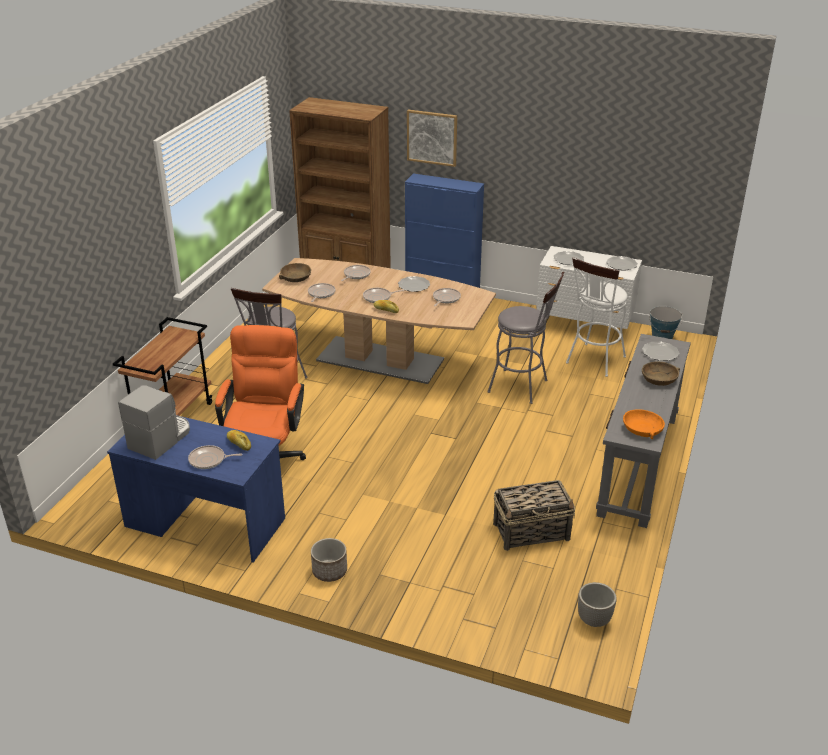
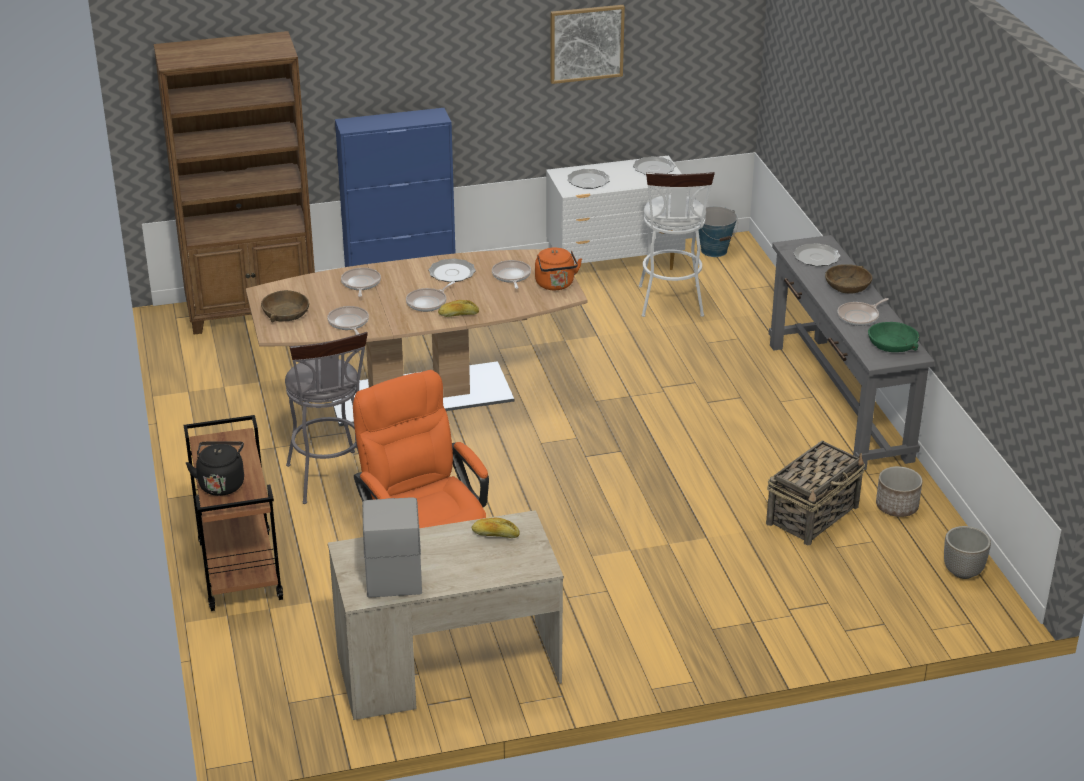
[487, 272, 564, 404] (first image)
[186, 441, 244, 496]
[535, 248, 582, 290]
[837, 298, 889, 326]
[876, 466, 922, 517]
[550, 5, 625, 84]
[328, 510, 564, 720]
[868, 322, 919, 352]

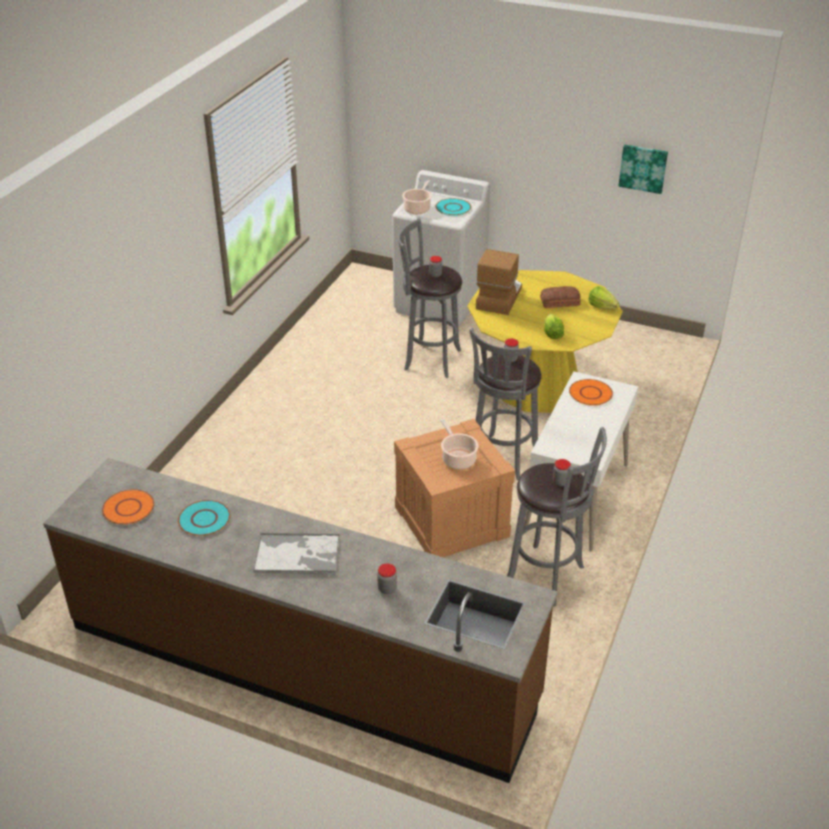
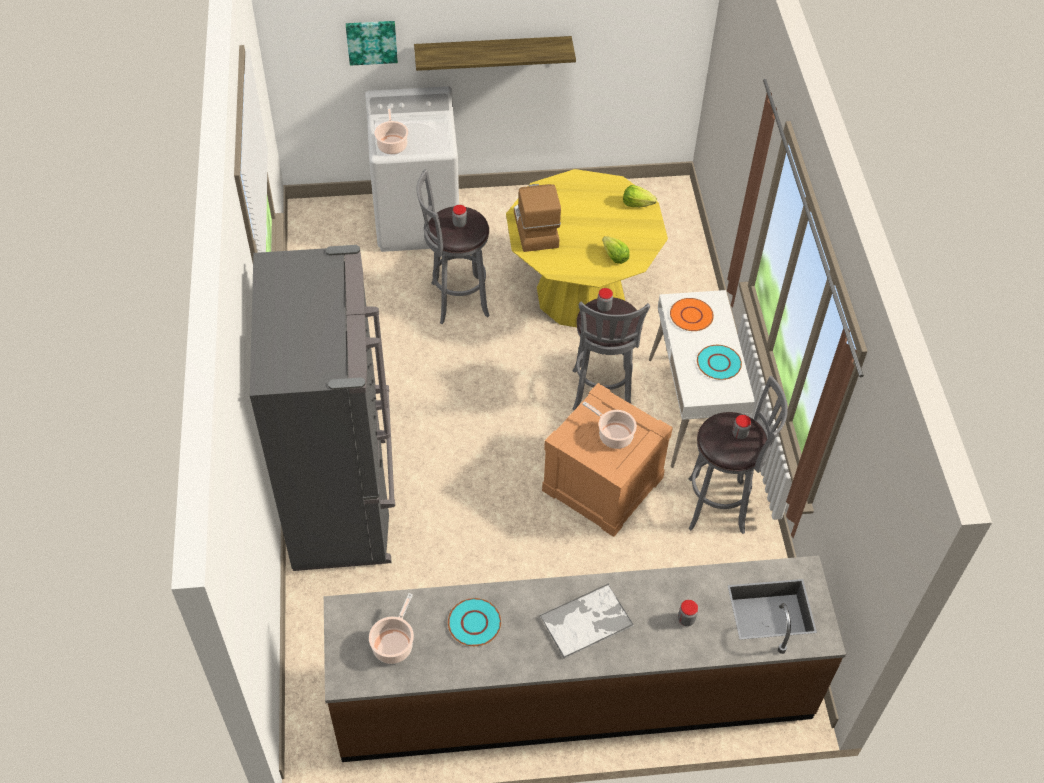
[540, 286, 581, 308] (first image)
[250, 245, 395, 571]
[414, 36, 576, 71]
[697, 345, 742, 380]
[346, 21, 398, 66]
[369, 593, 414, 664]

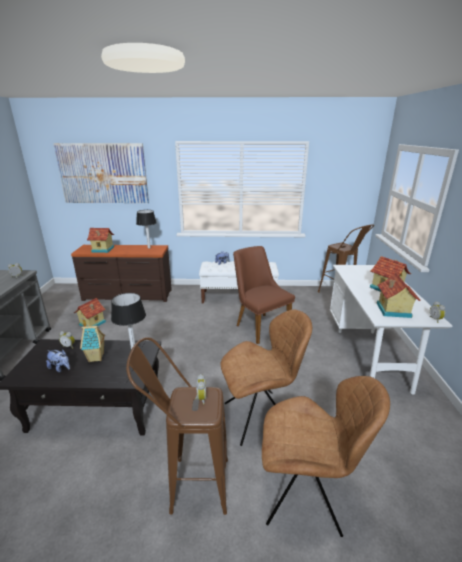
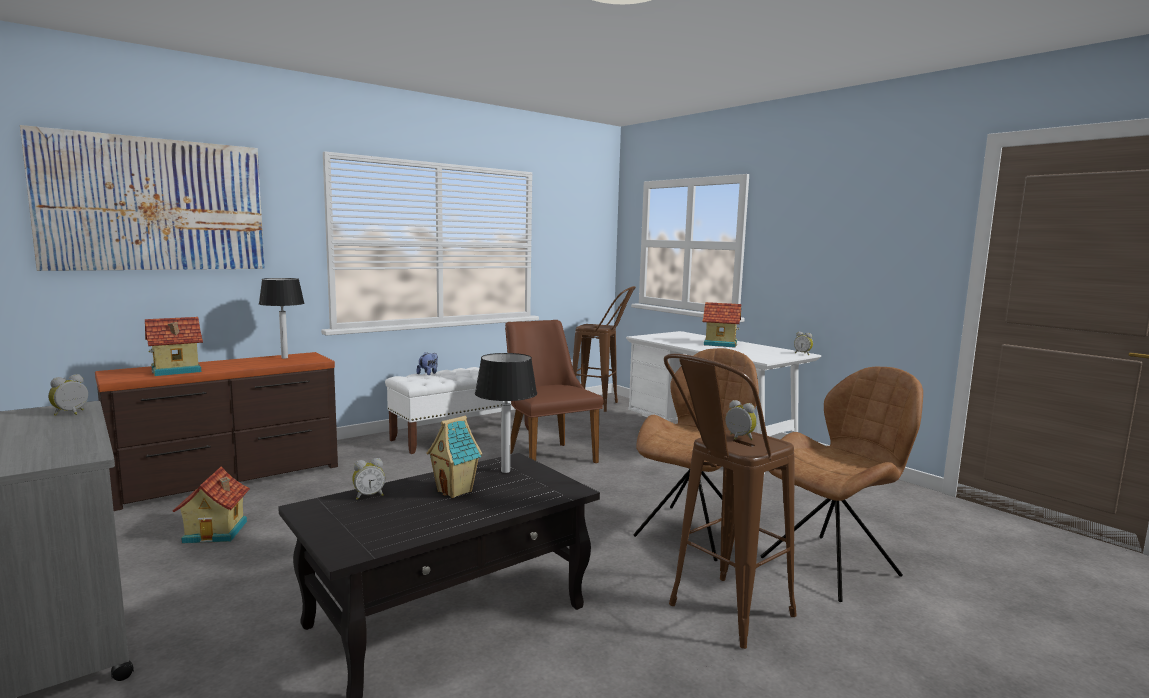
[46, 349, 70, 372] (first image)
[377, 273, 420, 318] (first image)
[505, 320, 604, 463]

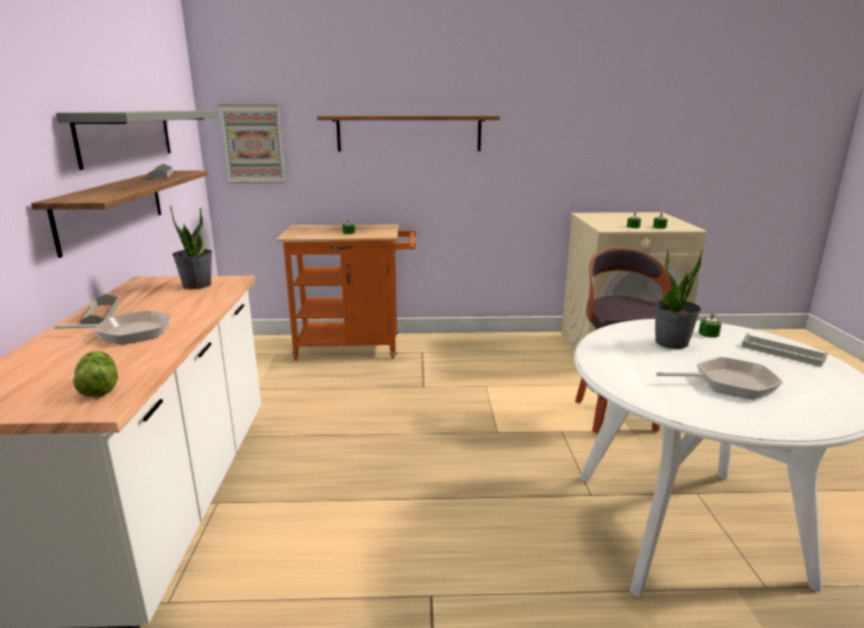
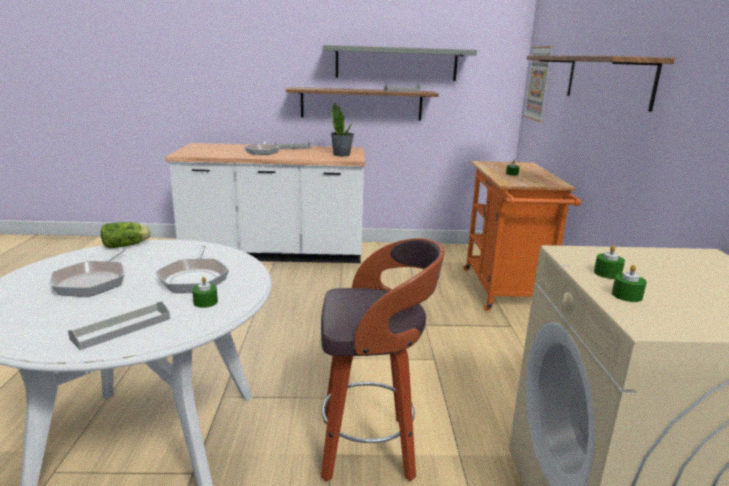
[101, 222, 151, 248]
[156, 246, 229, 293]

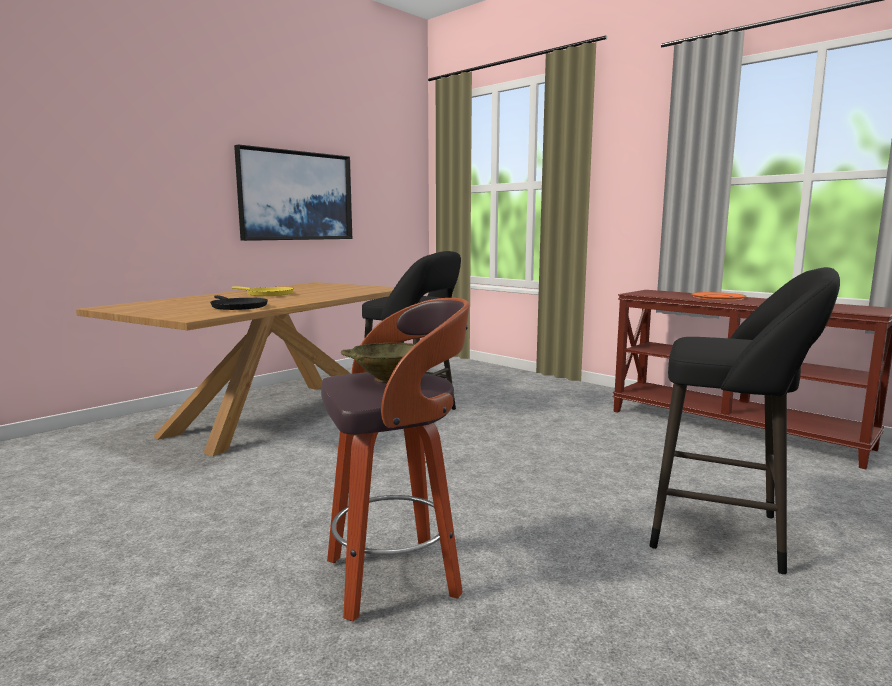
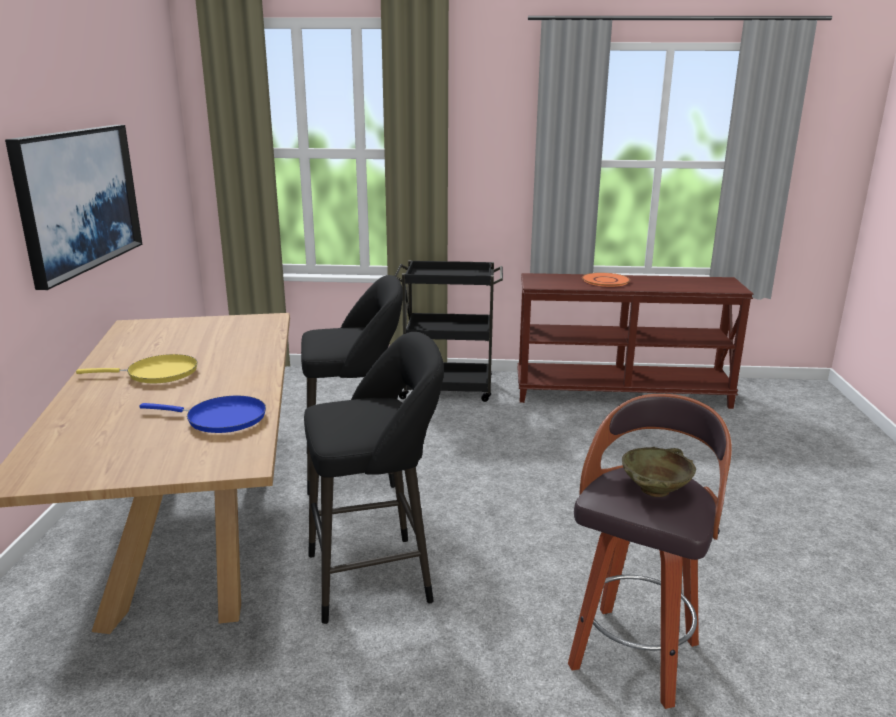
[394, 260, 503, 402]
[304, 332, 444, 624]
[139, 395, 266, 433]

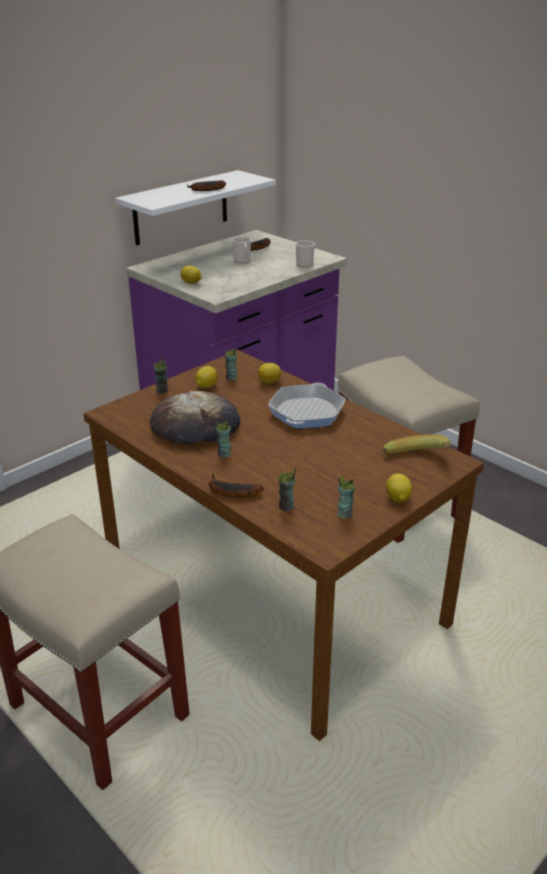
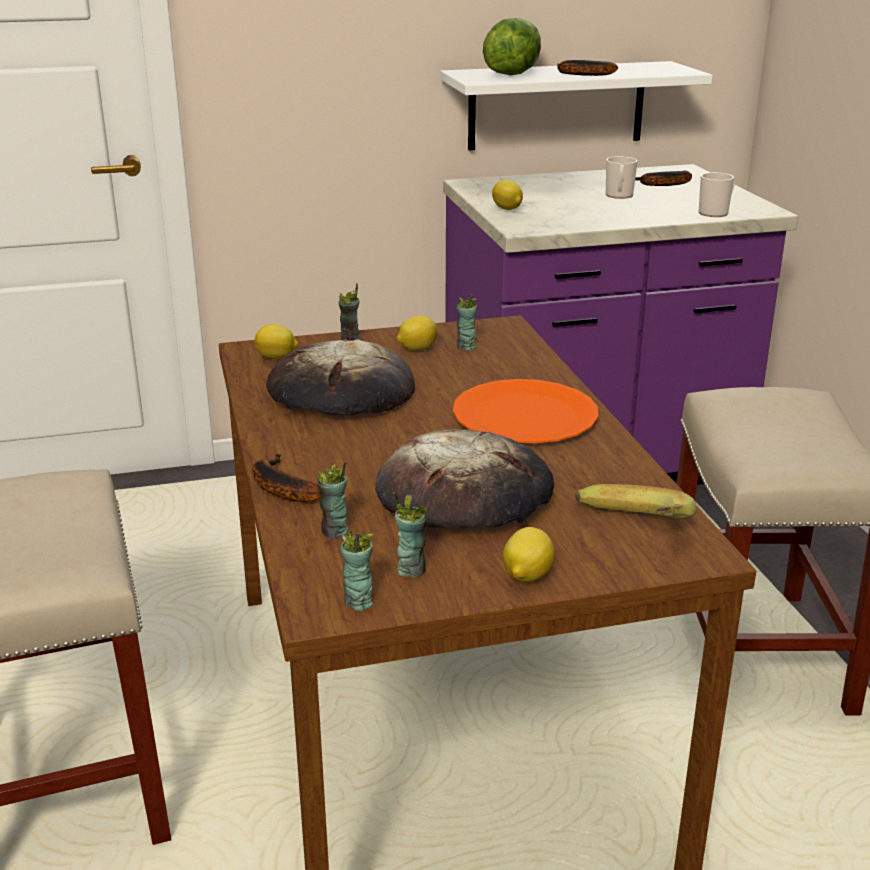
[375, 429, 554, 529]
[483, 18, 541, 75]
[340, 530, 374, 611]
[255, 324, 298, 359]
[453, 379, 598, 443]

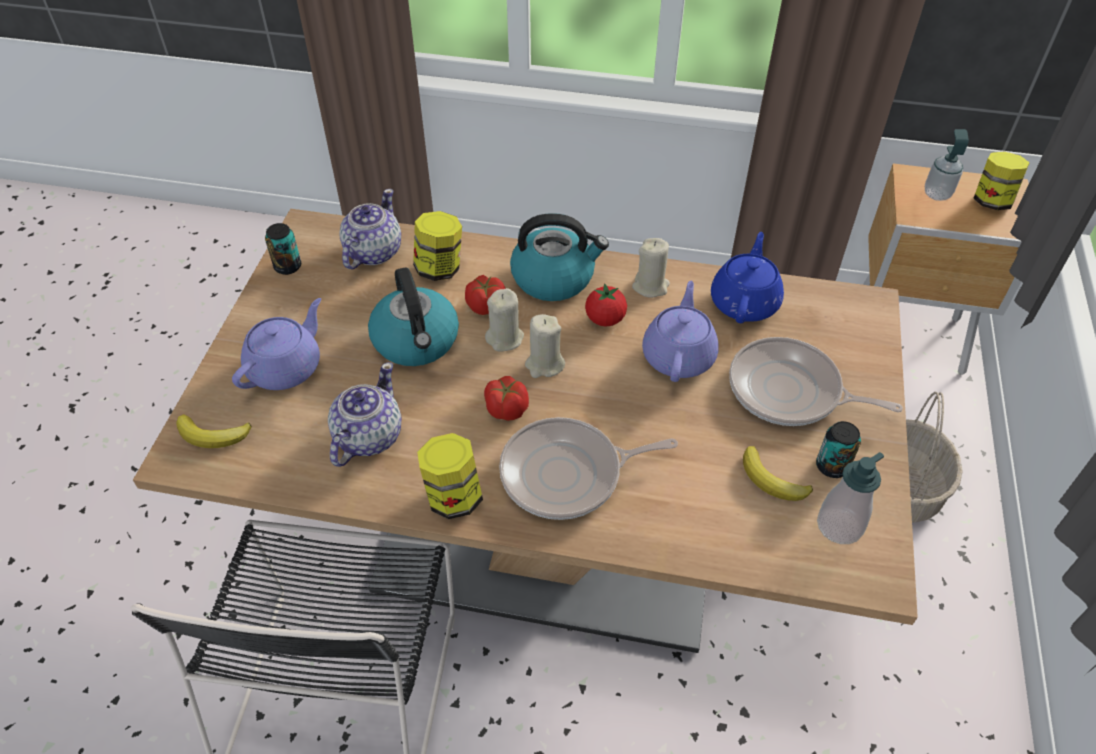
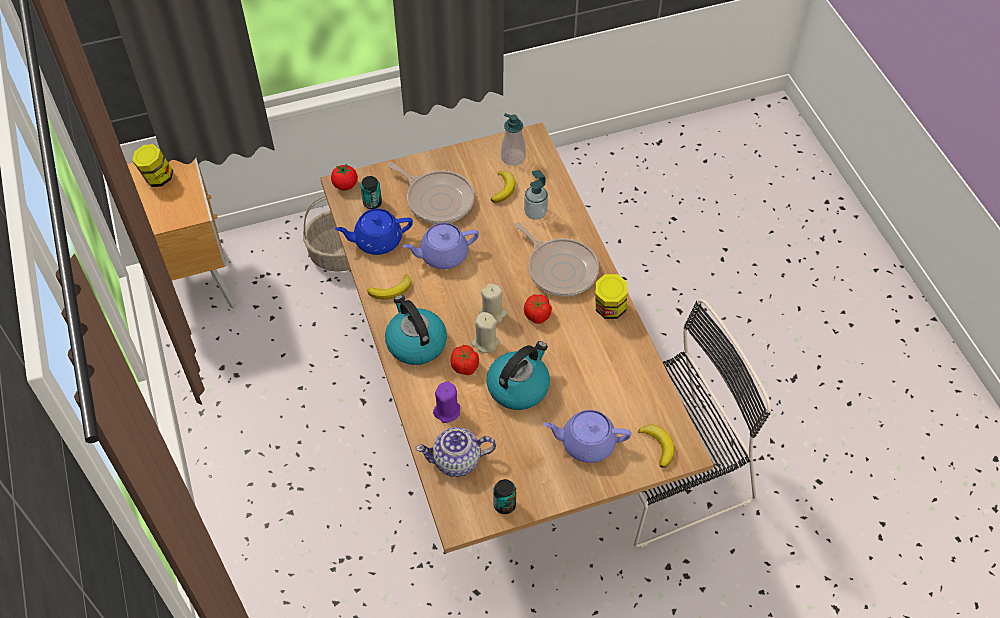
[328, 362, 402, 467] (first image)
[331, 163, 358, 190]
[361, 176, 382, 209]
[524, 170, 548, 220]
[433, 381, 460, 423]
[367, 275, 411, 300]
[387, 162, 474, 224]

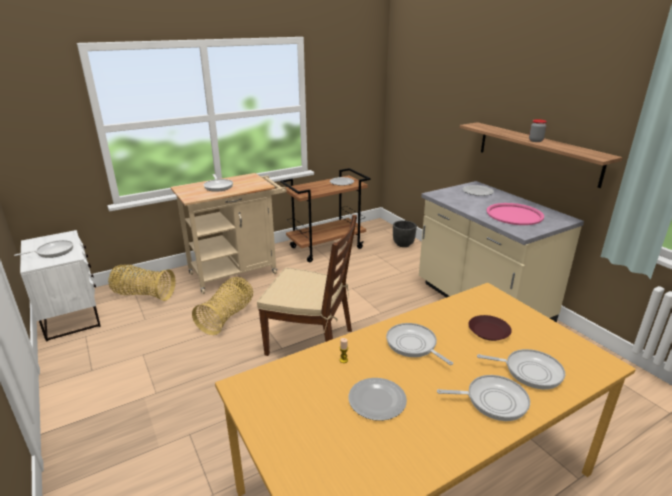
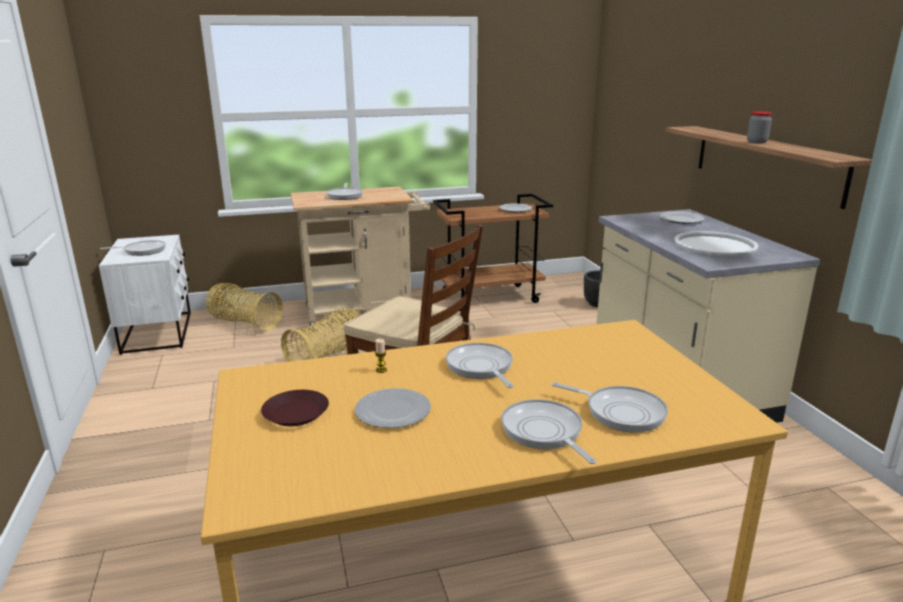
[261, 390, 329, 426]
[674, 231, 758, 256]
[501, 399, 597, 464]

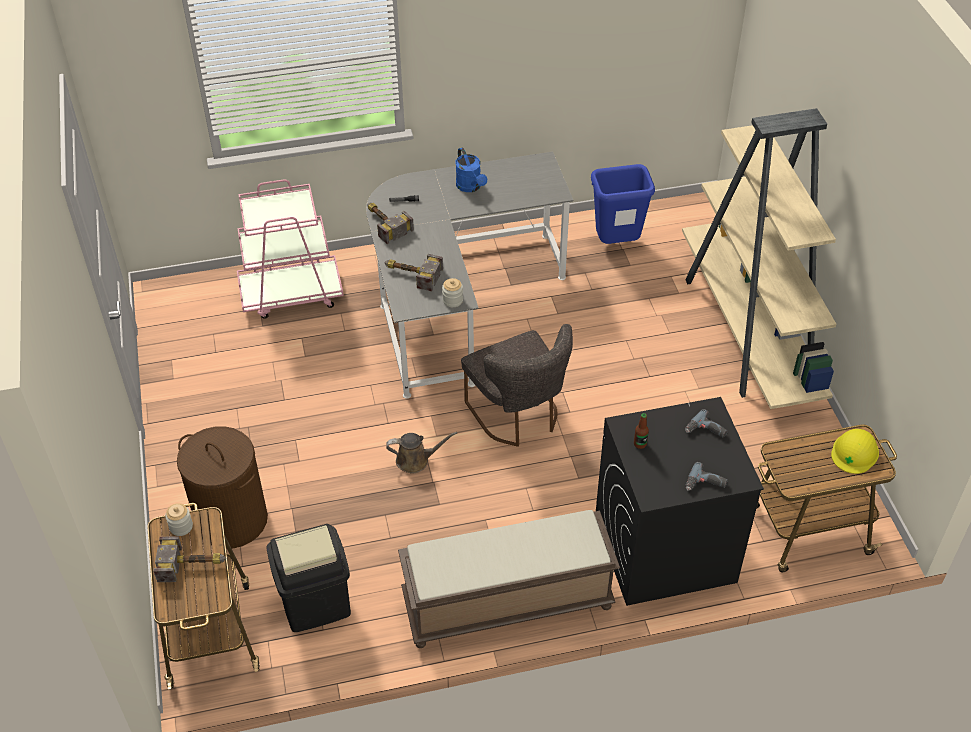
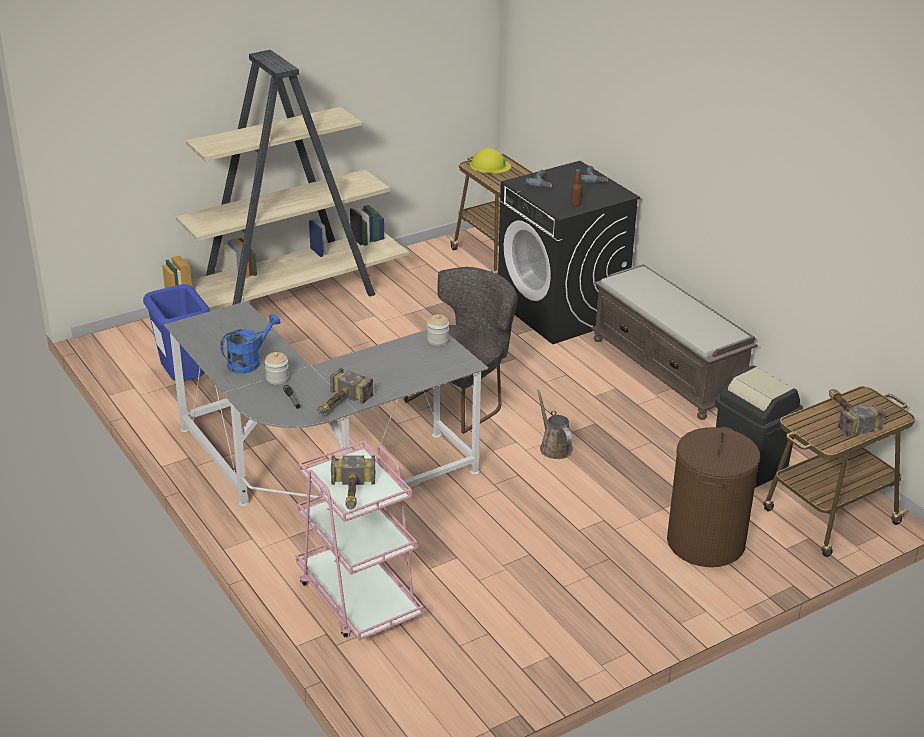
[265, 352, 289, 385]
[331, 455, 375, 510]

